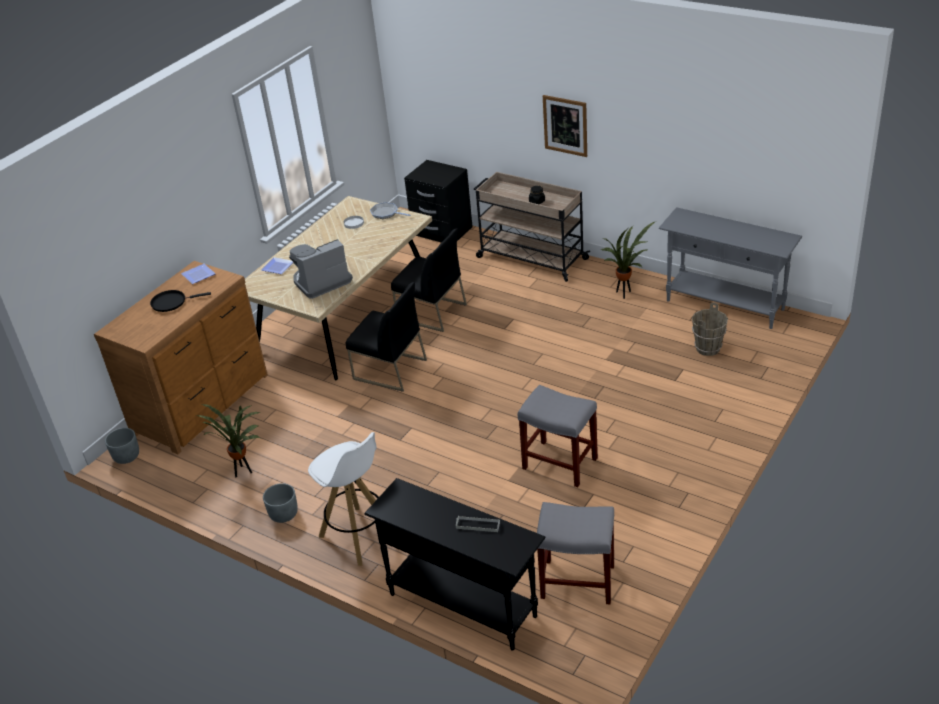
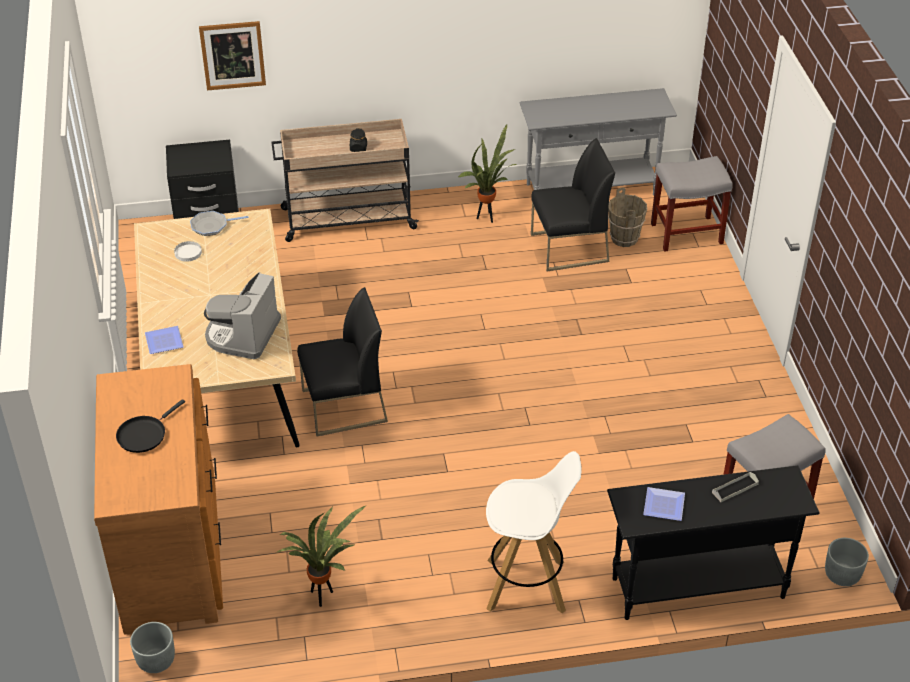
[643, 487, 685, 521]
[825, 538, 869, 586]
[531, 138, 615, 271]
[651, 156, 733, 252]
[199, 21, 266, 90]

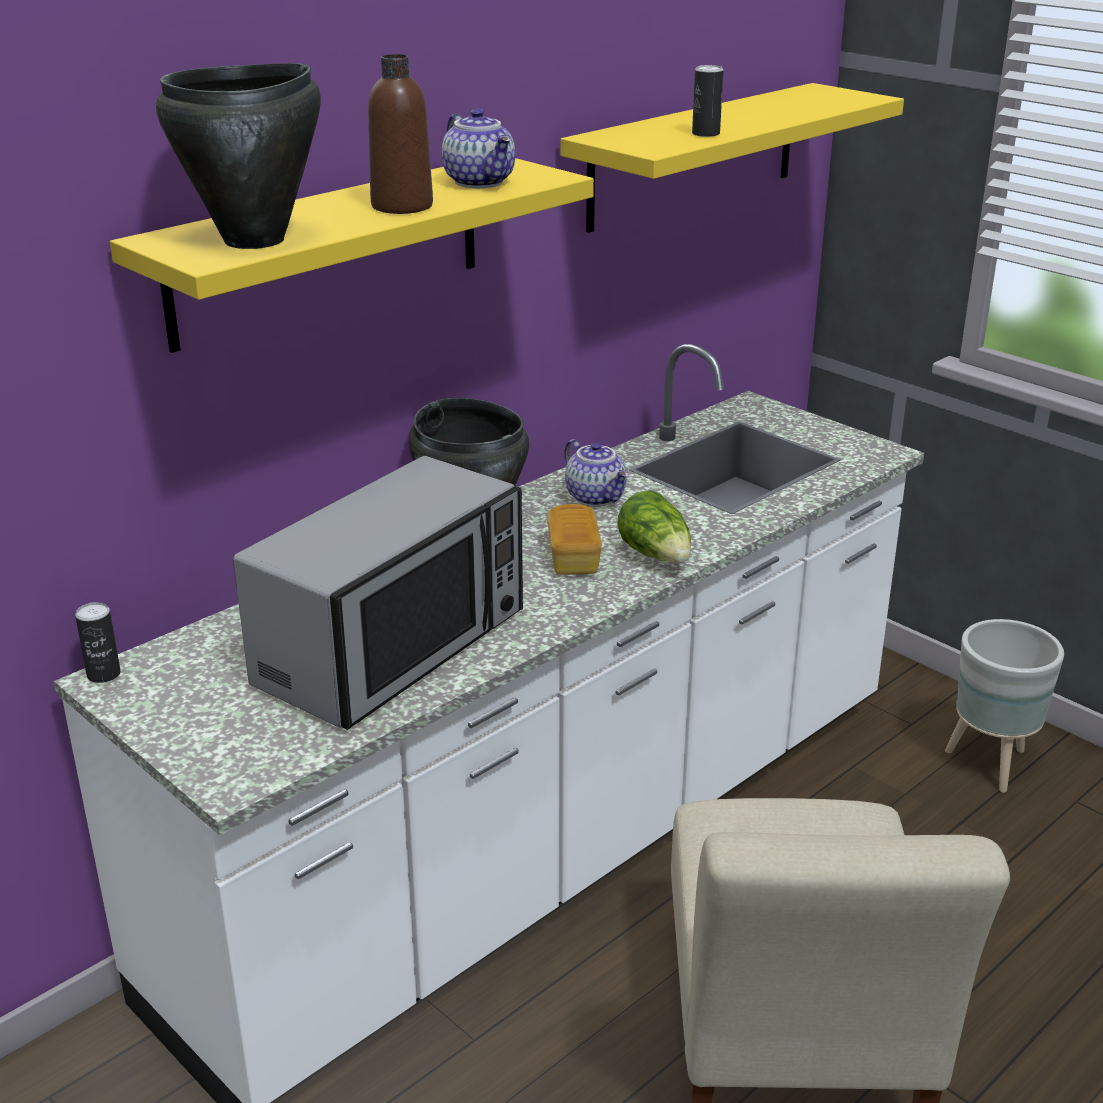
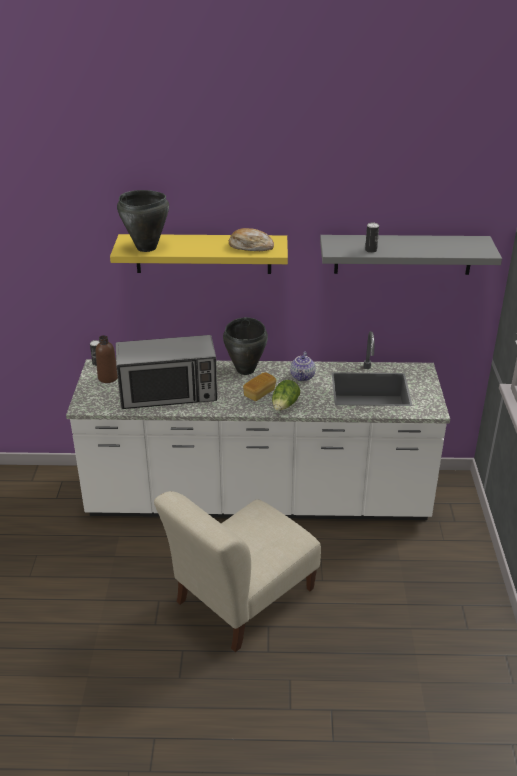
[945, 619, 1064, 793] (first image)
[96, 335, 118, 383]
[229, 228, 274, 251]
[320, 235, 502, 275]

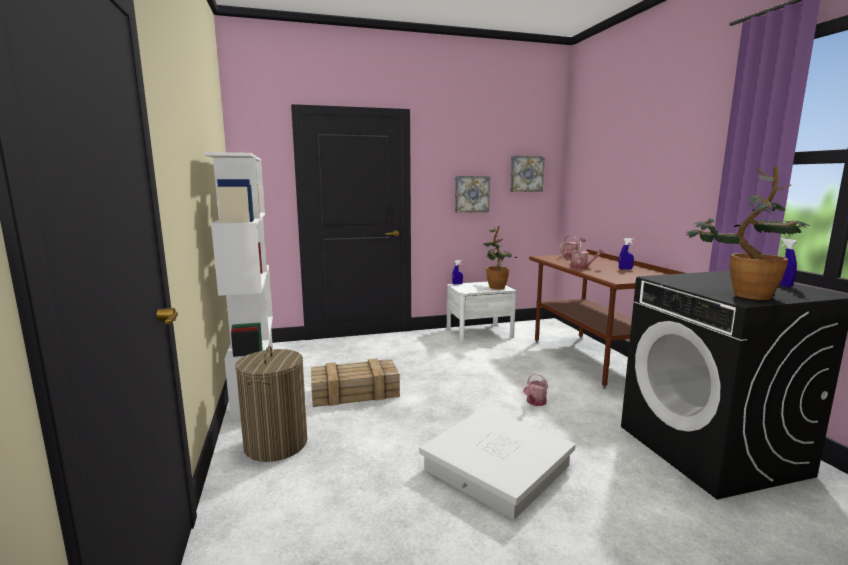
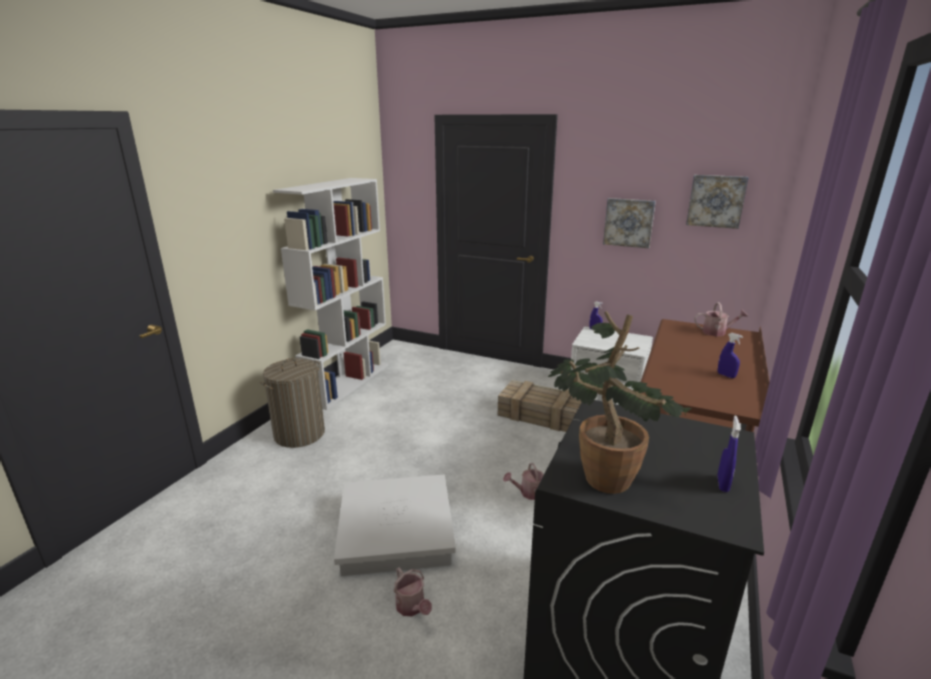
[483, 226, 517, 289] (first image)
[498, 380, 581, 432]
[394, 567, 432, 616]

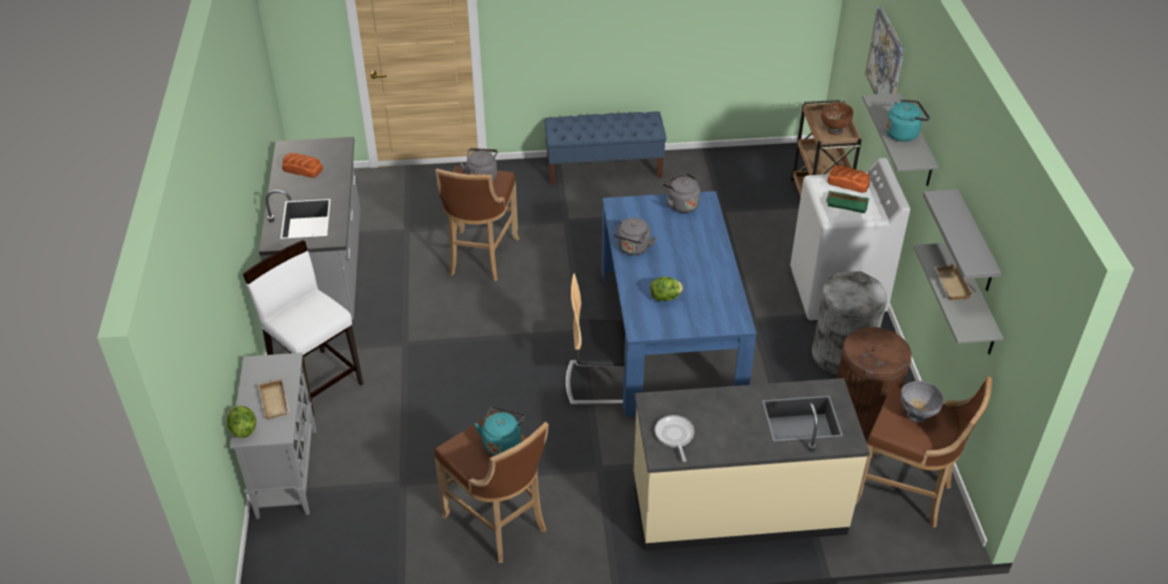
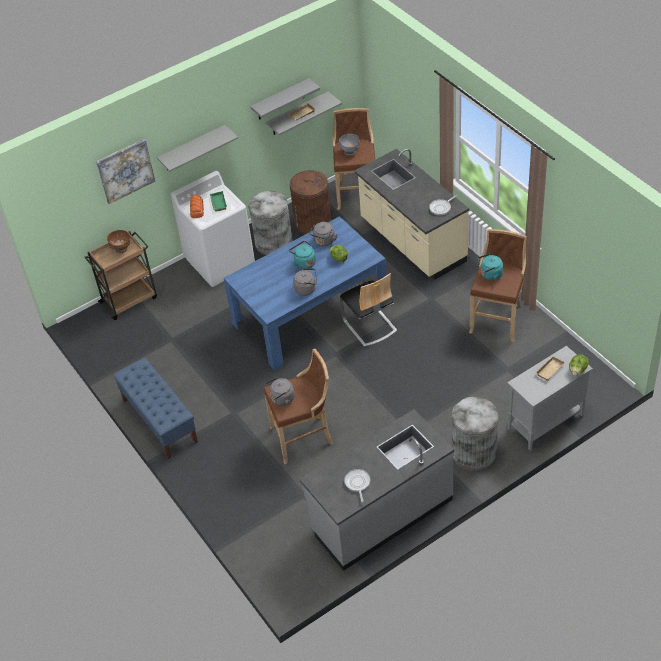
[309, 222, 338, 246]
[289, 241, 316, 269]
[451, 397, 499, 471]
[344, 469, 371, 502]

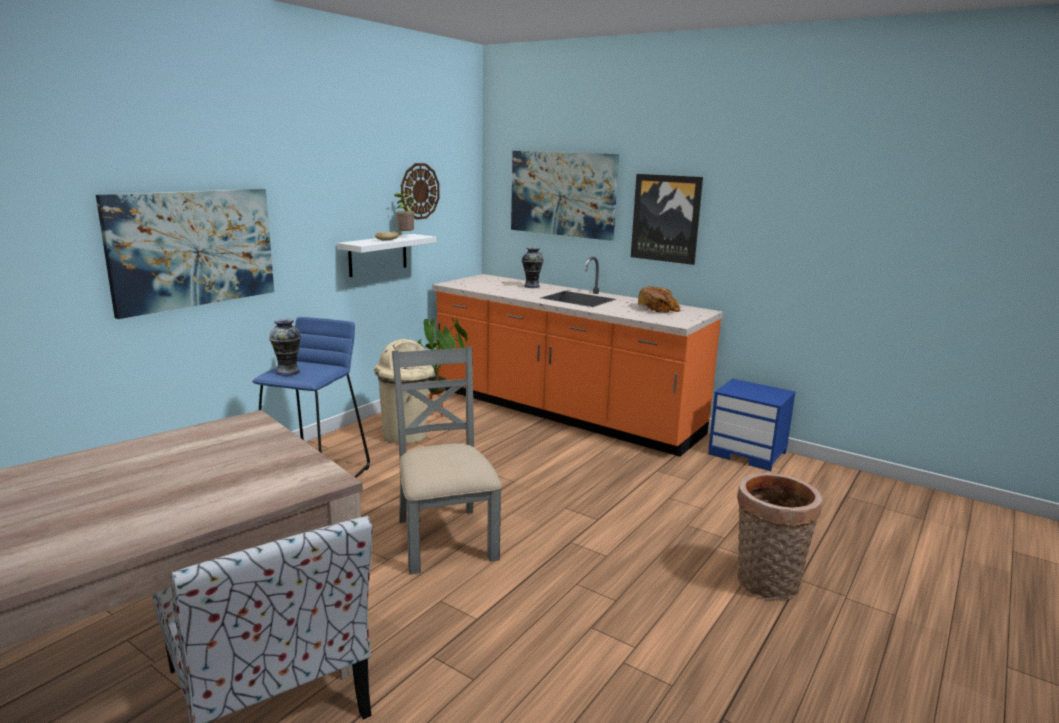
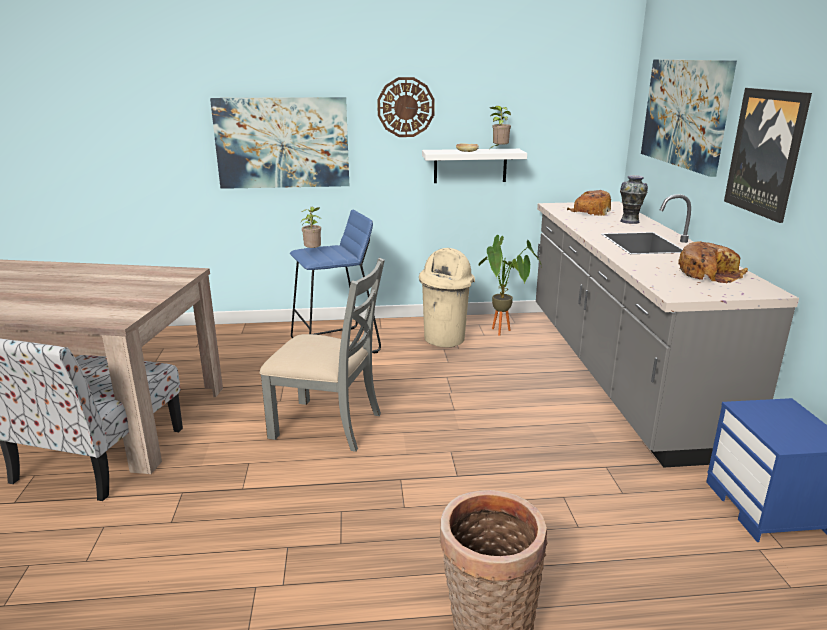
[567, 190, 611, 216]
[377, 77, 435, 137]
[301, 207, 321, 248]
[536, 194, 799, 468]
[260, 258, 385, 452]

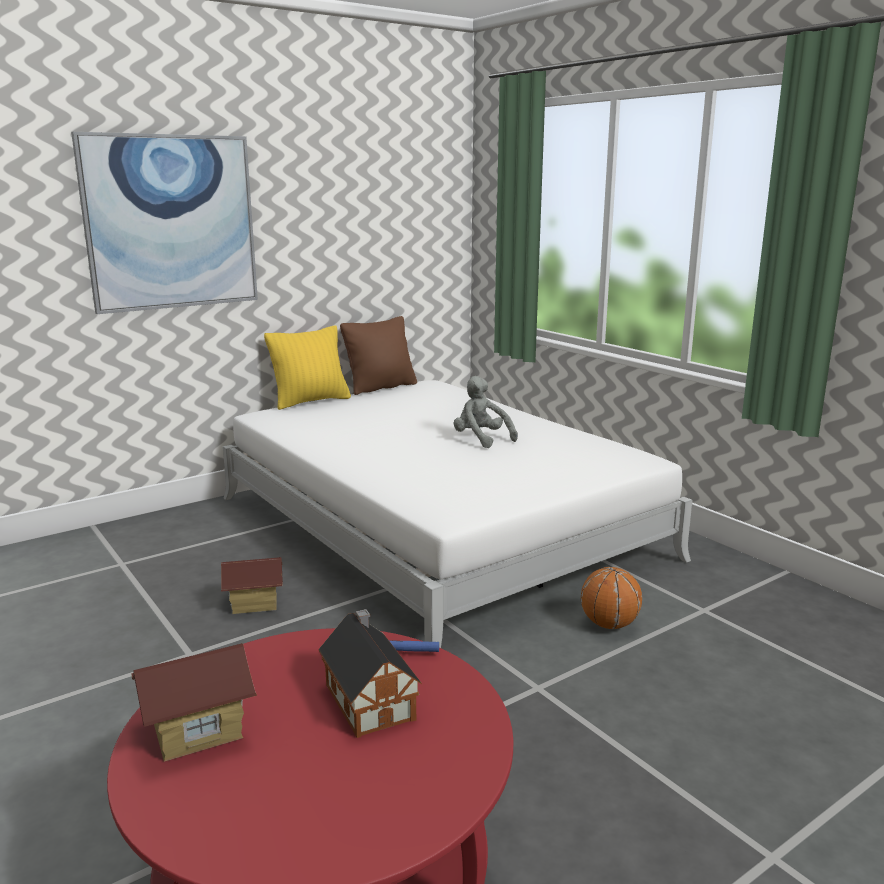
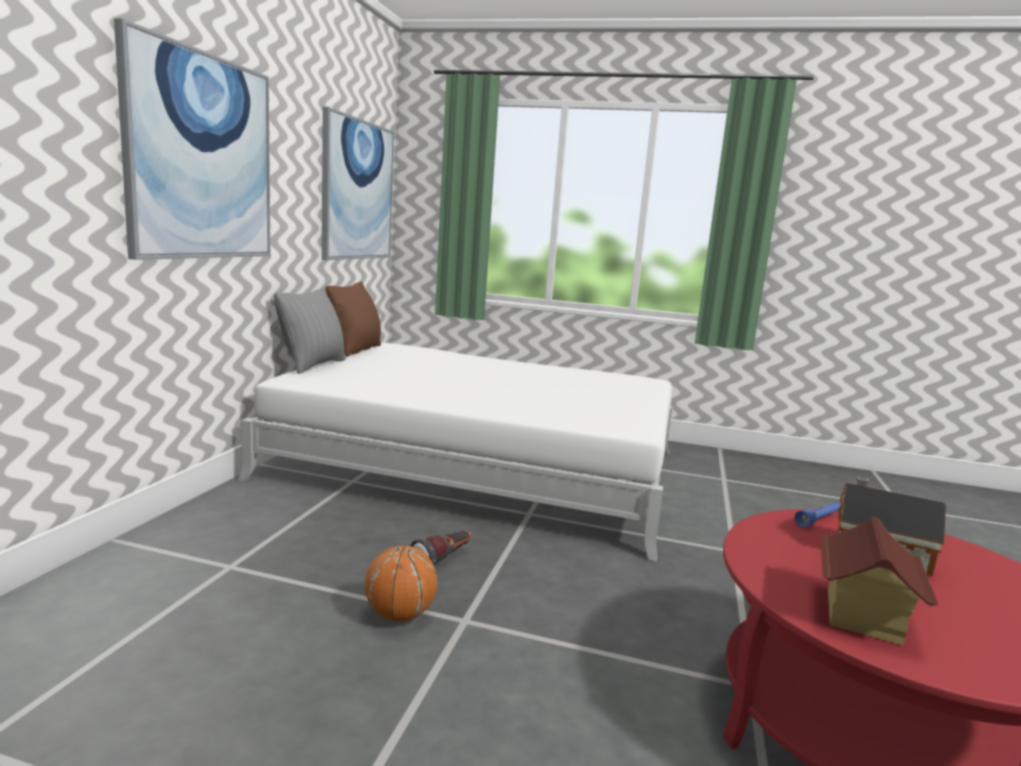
[454, 376, 518, 448] (first image)
[322, 107, 394, 260]
[365, 545, 437, 621]
[410, 530, 472, 566]
[274, 288, 346, 374]

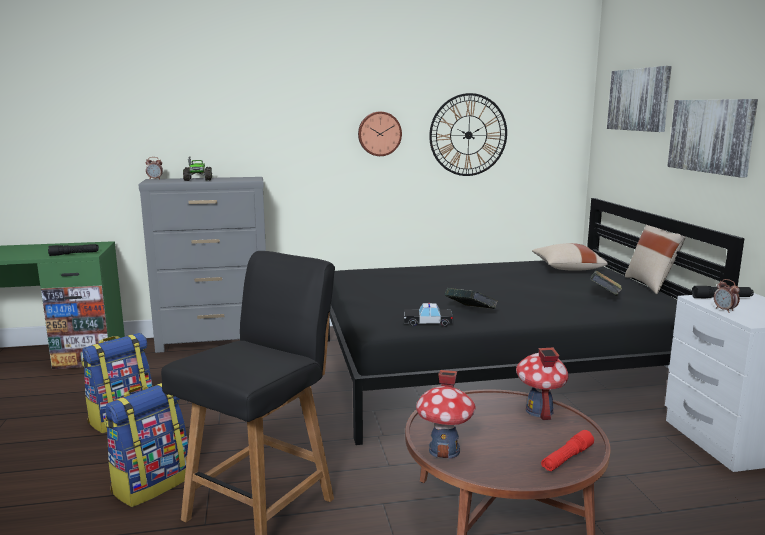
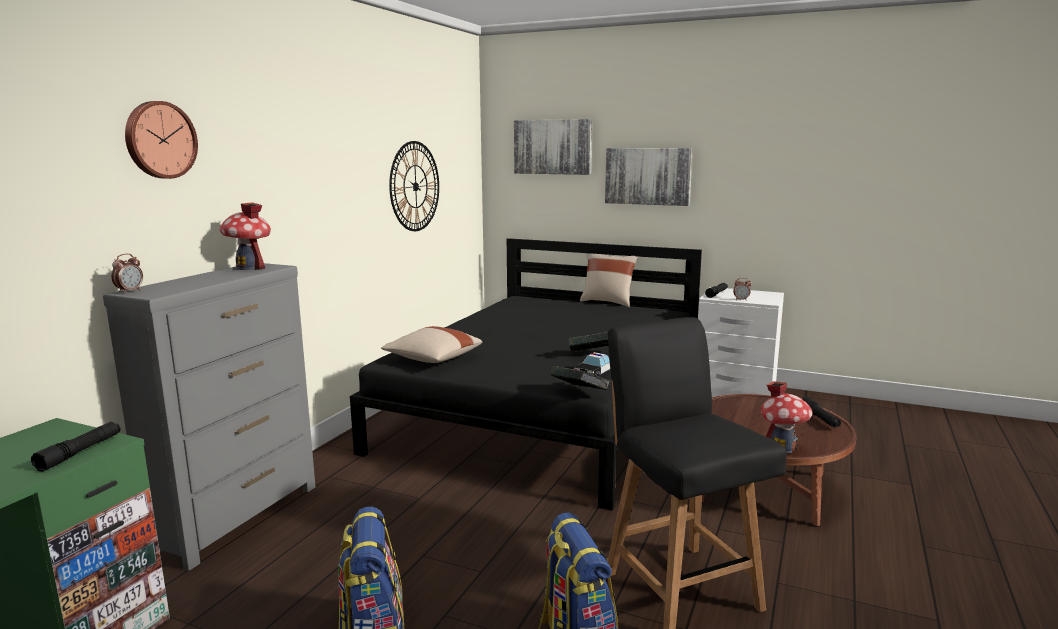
[183, 156, 212, 181] (first image)
[125, 101, 198, 179]
[220, 202, 271, 270]
[381, 326, 482, 363]
[550, 366, 610, 390]
[802, 397, 841, 428]

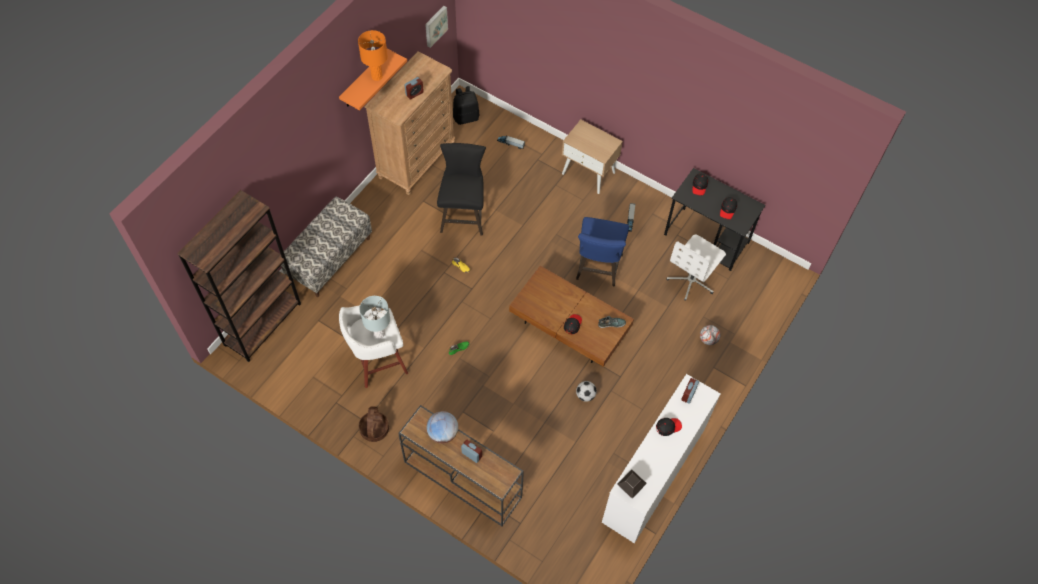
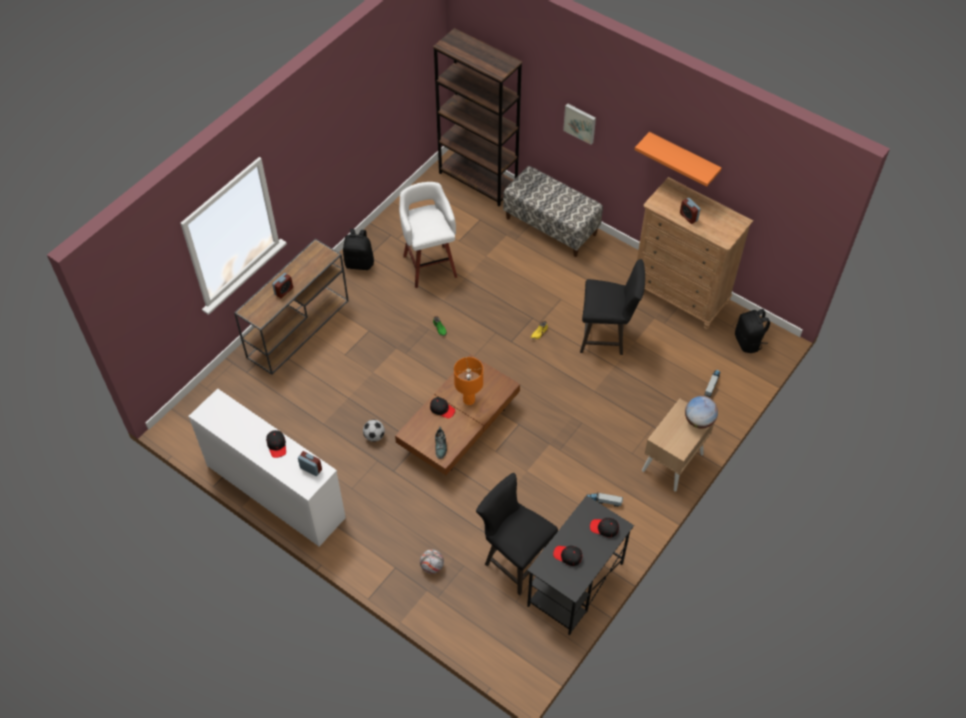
[359, 296, 390, 339] (first image)
[576, 217, 629, 287] (first image)
[617, 469, 647, 499] (first image)
[454, 357, 483, 405]
[563, 103, 596, 145]
[685, 396, 718, 428]
[343, 229, 374, 270]
[476, 473, 558, 595]

